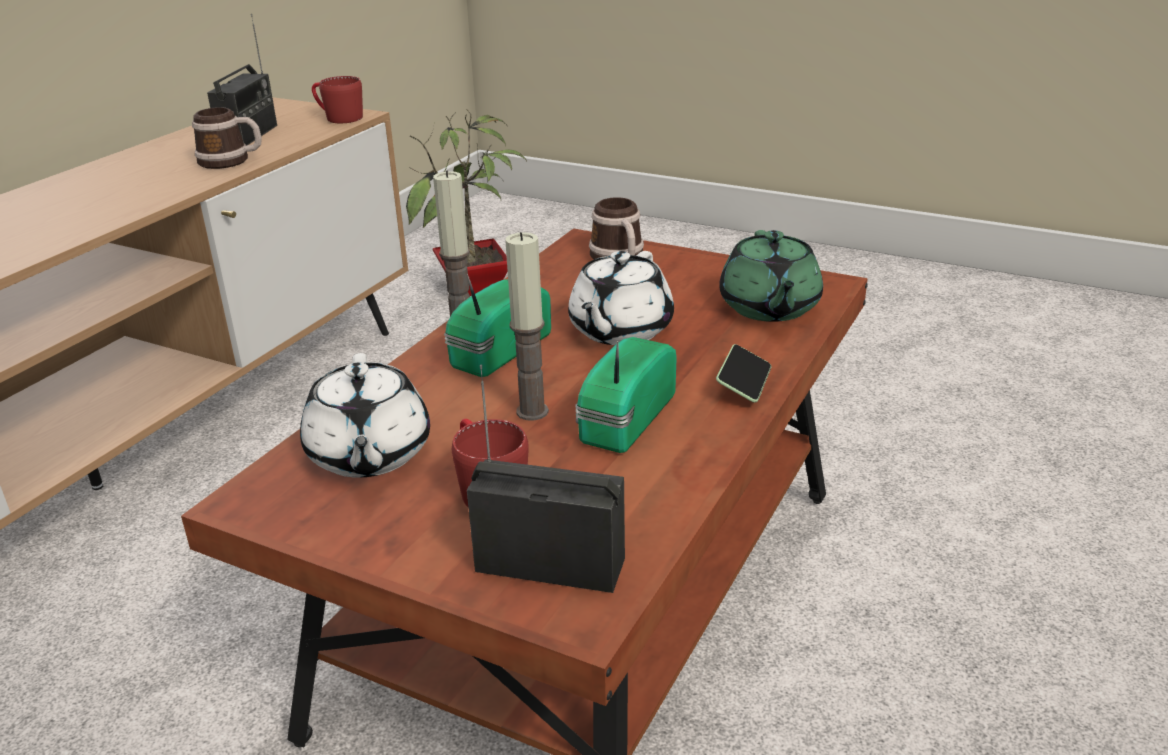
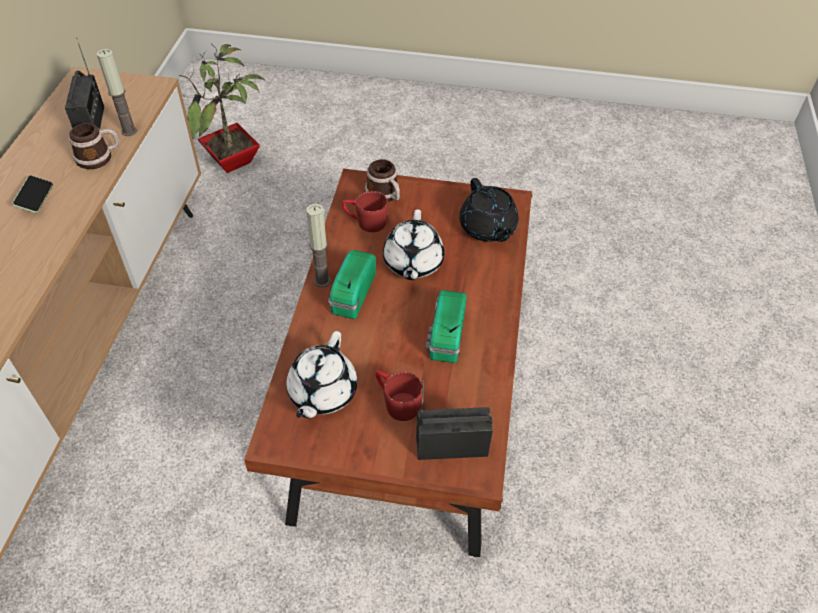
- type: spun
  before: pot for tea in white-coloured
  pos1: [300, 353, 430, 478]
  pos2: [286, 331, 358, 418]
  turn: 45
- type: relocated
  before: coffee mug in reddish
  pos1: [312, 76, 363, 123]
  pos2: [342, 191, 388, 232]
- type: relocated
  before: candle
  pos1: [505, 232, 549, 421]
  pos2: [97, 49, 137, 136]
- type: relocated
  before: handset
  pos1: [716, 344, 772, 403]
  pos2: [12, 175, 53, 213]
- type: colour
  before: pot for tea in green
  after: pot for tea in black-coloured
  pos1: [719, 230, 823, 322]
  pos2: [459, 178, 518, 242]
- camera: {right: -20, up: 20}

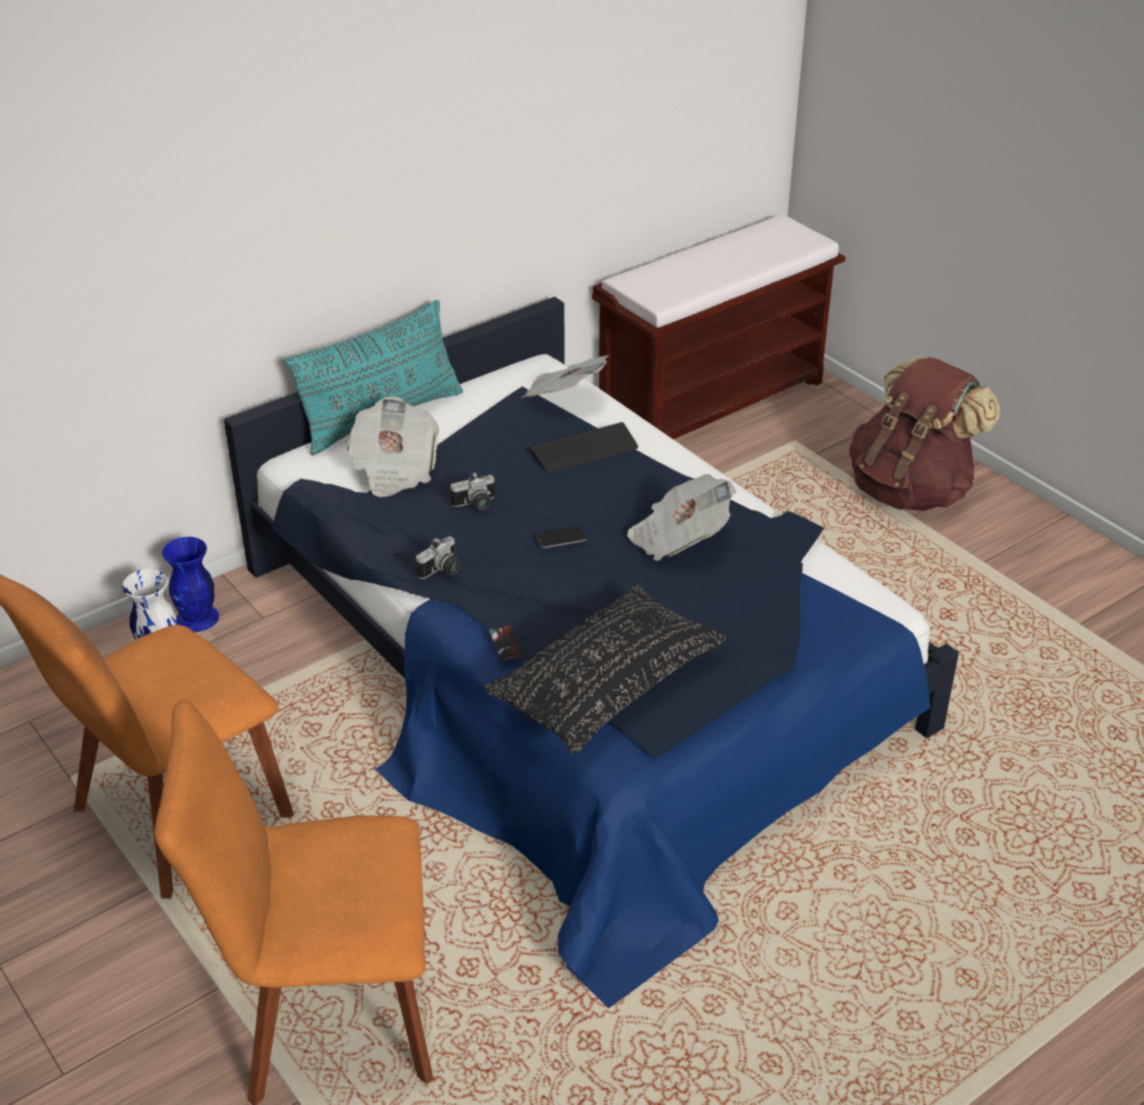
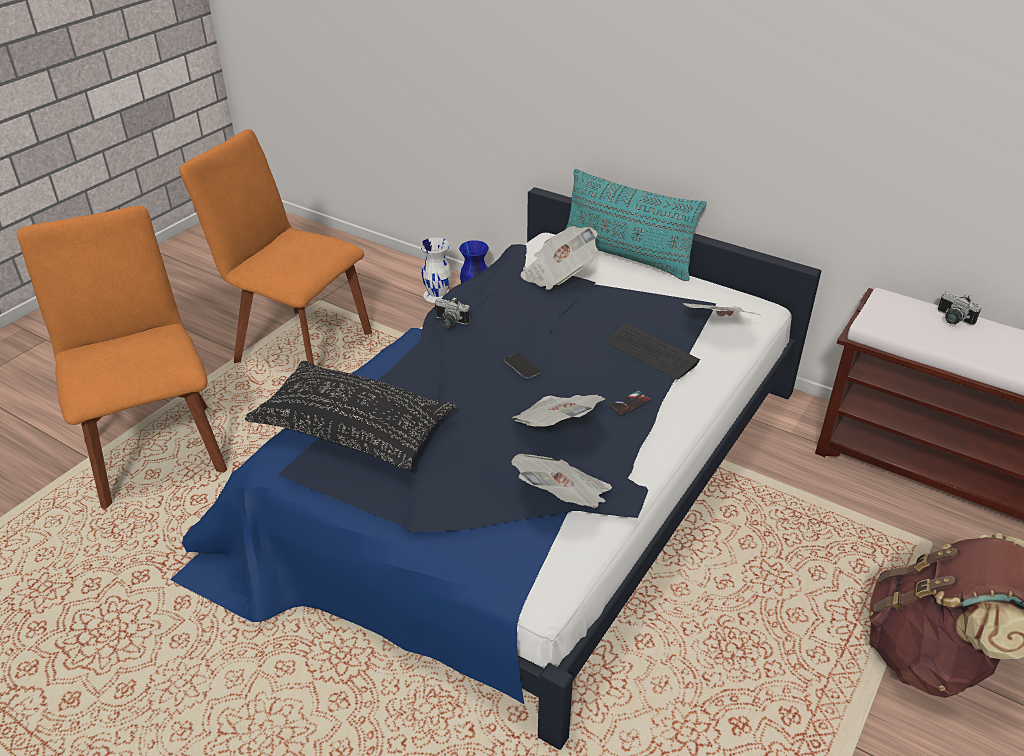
- type: relocated
  before: still camera
  pos1: [450, 472, 495, 511]
  pos2: [938, 292, 982, 326]
- type: relocated
  before: handset
  pos1: [488, 625, 524, 662]
  pos2: [609, 390, 651, 416]
- type: appeared
  after: daily paper
  pos2: [511, 454, 612, 508]
- camera: {right: 70, up: 0}

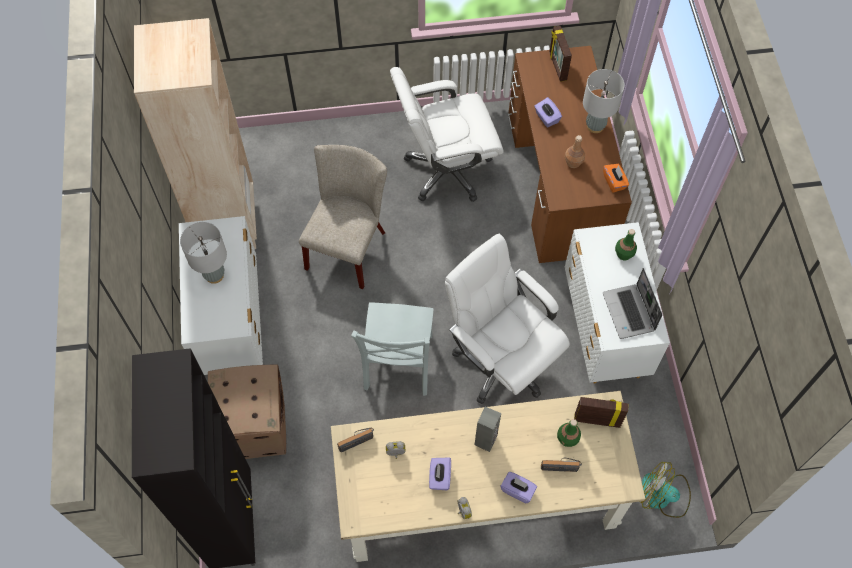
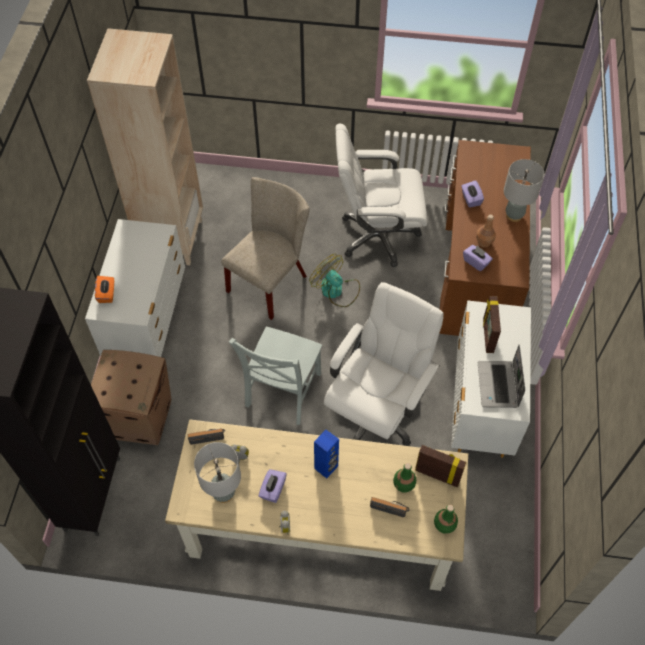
- type: relocated
  before: table lamp in gray
  pos1: [180, 222, 227, 284]
  pos2: [194, 442, 241, 503]
- type: spun
  before: computer chair in white-coloured
  pos1: [445, 234, 570, 404]
  pos2: [324, 282, 444, 446]
  turn: 60
- type: colour
  before: loudspeaker in gray
  after: loudspeaker in blue
  pos1: [475, 407, 501, 452]
  pos2: [314, 430, 339, 479]
- type: relocated
  before: box of tissues in purplish
  pos1: [500, 472, 537, 503]
  pos2: [463, 245, 493, 271]
- type: relocated
  before: photo frame
  pos1: [549, 26, 572, 82]
  pos2: [483, 296, 501, 353]
- type: relocated
  before: box of tissues in orangey
  pos1: [603, 164, 629, 193]
  pos2: [95, 276, 114, 303]
- type: relocated
  before: drink bottle in green
  pos1: [615, 229, 637, 260]
  pos2: [434, 505, 458, 533]
- type: relocated
  before: fan
  pos1: [640, 462, 691, 518]
  pos2: [309, 254, 360, 307]
- camera: {right: 15, up: -5}

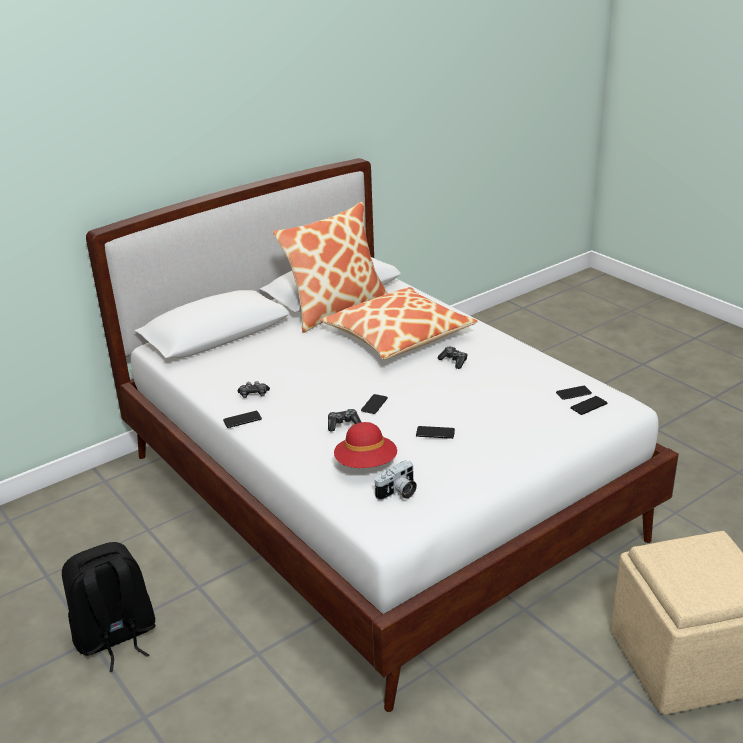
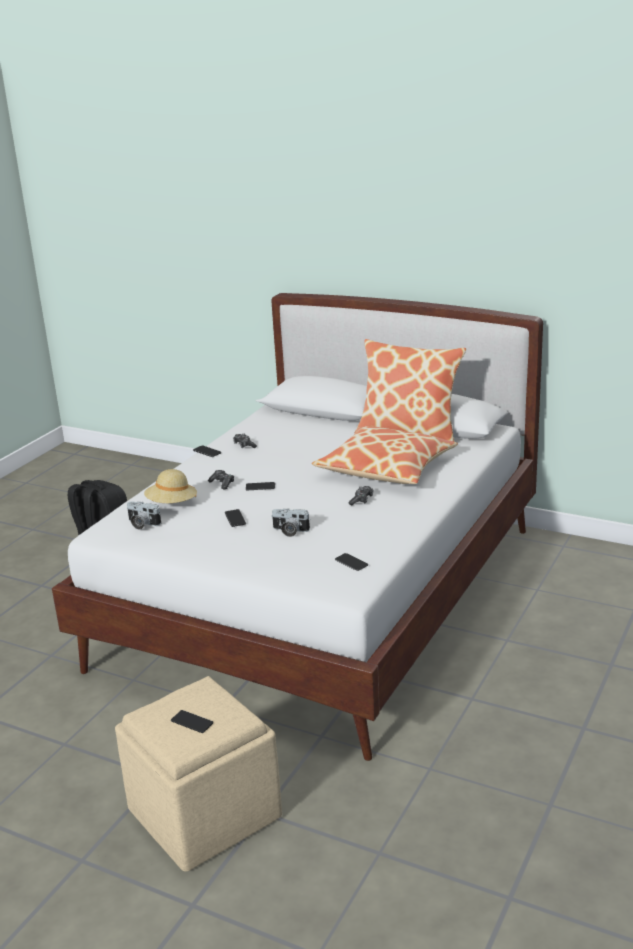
- type: colour
  before: hat in reddish
  after: hat in beige-coloured
  pos1: [334, 422, 397, 468]
  pos2: [144, 469, 197, 503]
- type: relocated
  before: handset
  pos1: [571, 396, 607, 415]
  pos2: [171, 710, 213, 733]
- type: appeared
  after: still camera
  pos2: [271, 508, 310, 537]
- camera: {right: 65, up: -5}

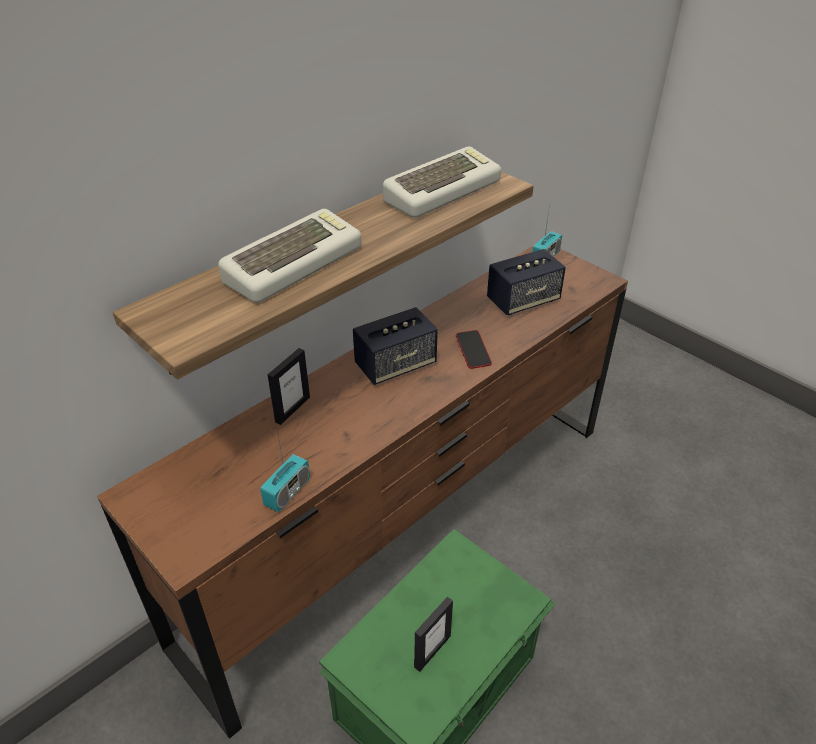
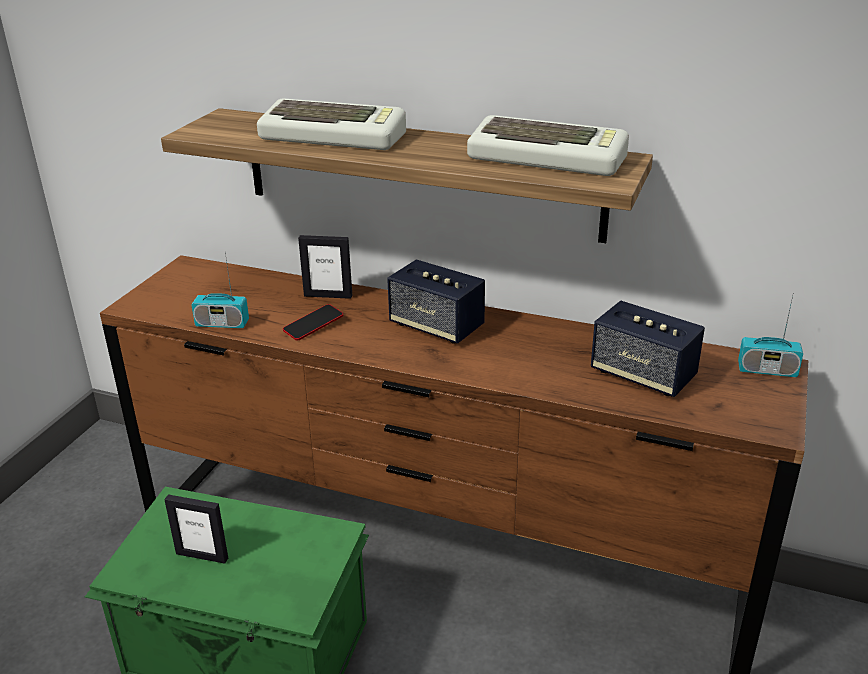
- type: relocated
  before: handset
  pos1: [456, 330, 492, 369]
  pos2: [283, 304, 343, 341]
- camera: {right: 65, up: -10}

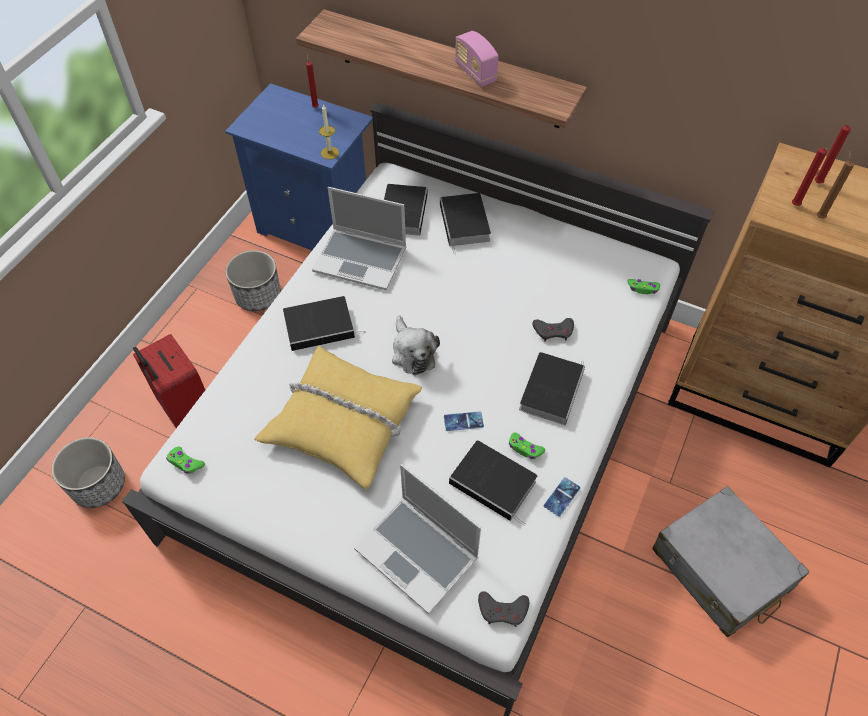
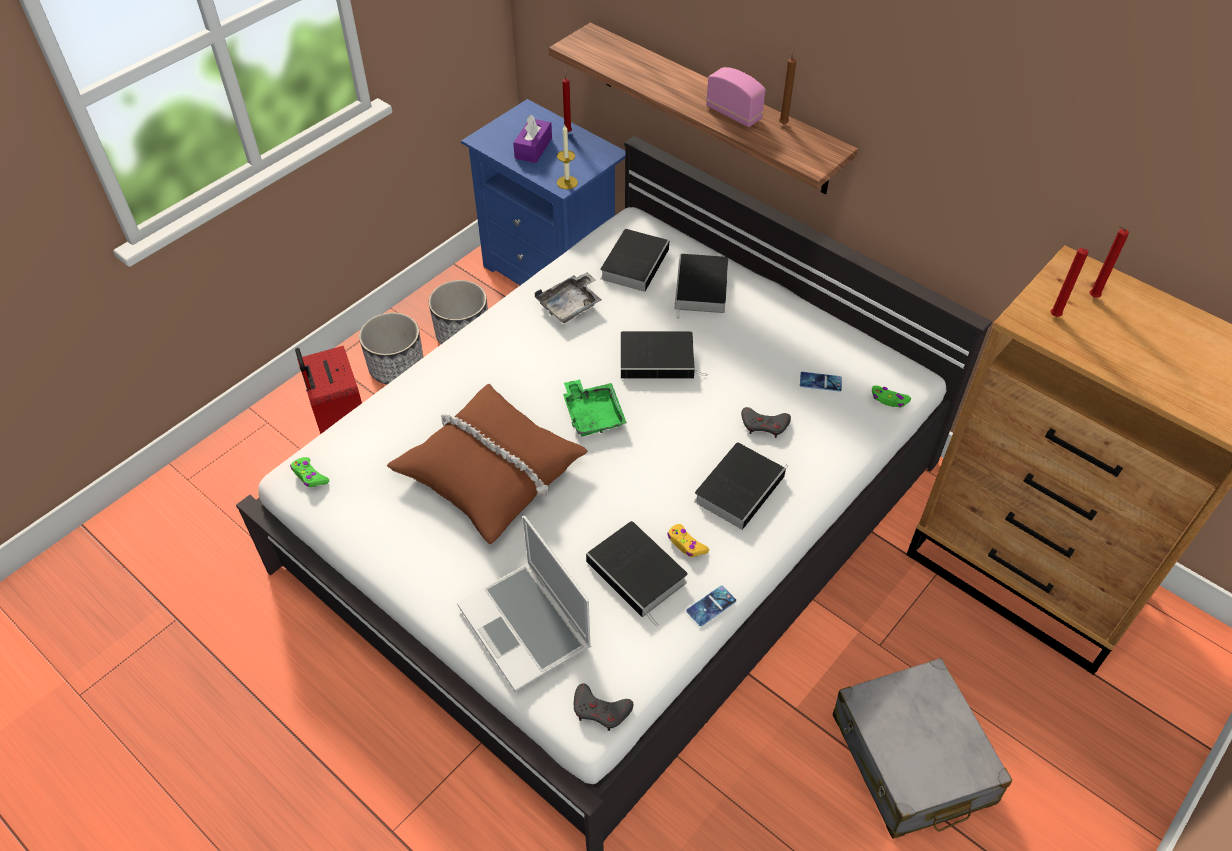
- type: relocated
  before: plant pot
  pos1: [52, 437, 125, 508]
  pos2: [359, 313, 423, 384]
- type: colour
  before: pillow in yellowish
  after: pillow in brown-coloured
  pos1: [254, 346, 422, 490]
  pos2: [387, 384, 587, 544]
- type: relocated
  before: book
  pos1: [283, 296, 366, 351]
  pos2: [621, 331, 708, 379]
- type: exchanged
  before: notebook computer
  after: tray in gray
  pos1: [312, 187, 407, 290]
  pos2: [535, 272, 601, 323]
- type: exchanged
  before: plush toy
  after: tray in green
  pos1: [392, 316, 440, 375]
  pos2: [563, 379, 627, 436]
- type: relocated
  before: handset
  pos1: [444, 411, 484, 431]
  pos2: [800, 372, 842, 392]
- type: spun
  before: radio set
  pos1: [455, 31, 499, 87]
  pos2: [706, 67, 765, 127]
  turn: 150
- type: colour
  before: gamepad in green
  after: gamepad in yellowish
  pos1: [509, 432, 545, 459]
  pos2: [667, 524, 709, 557]
- type: relocated
  before: candle in brown-coloured
  pos1: [817, 151, 854, 219]
  pos2: [779, 48, 796, 124]
- type: appeared
  after: box of tissues in purplish
  pos2: [513, 115, 552, 163]
- camera: {right: 15, up: -5}

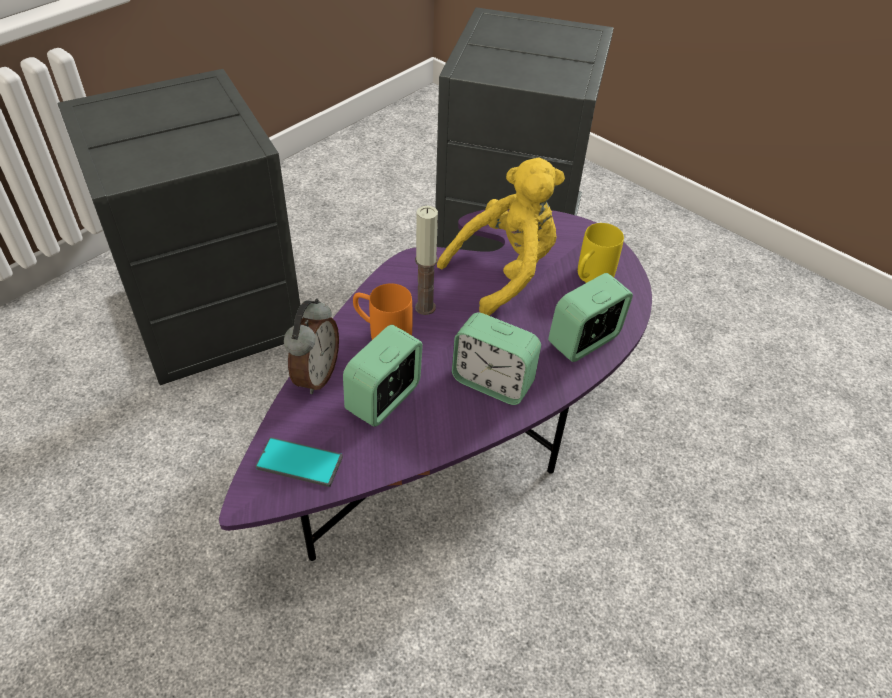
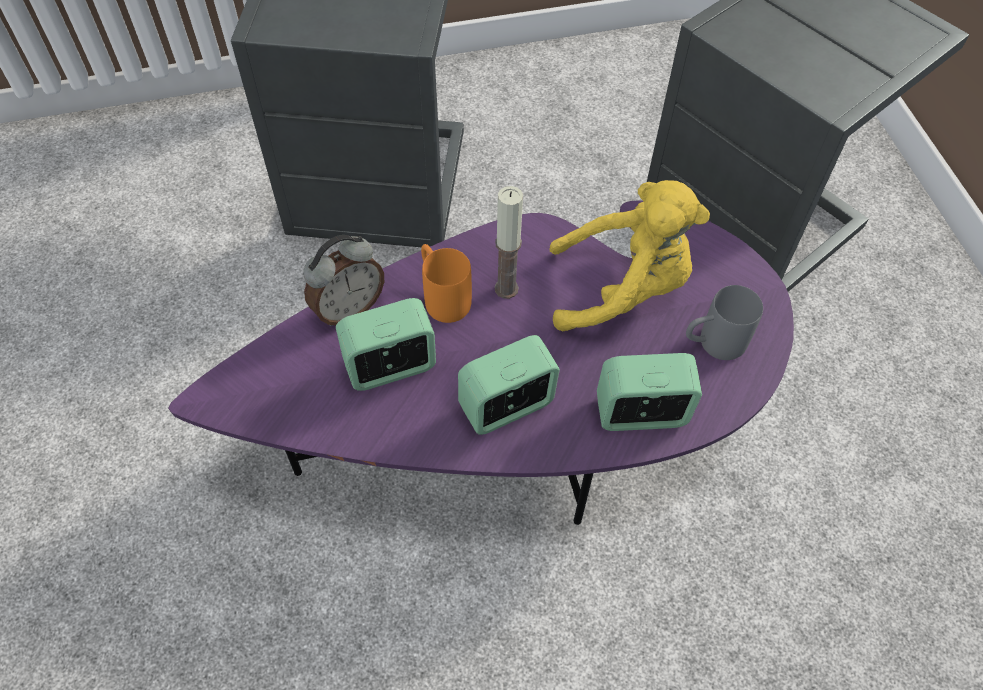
- type: missing
  before: handset
  pos1: [255, 437, 343, 487]
- type: spun
  before: table clock
  pos1: [452, 313, 541, 405]
  pos2: [458, 335, 560, 435]
  turn: 90
- type: colour
  before: coffee mug in yellowish
  after: coffee mug in gray
  pos1: [578, 223, 624, 283]
  pos2: [686, 285, 763, 360]
- camera: {right: 35, up: 10}

